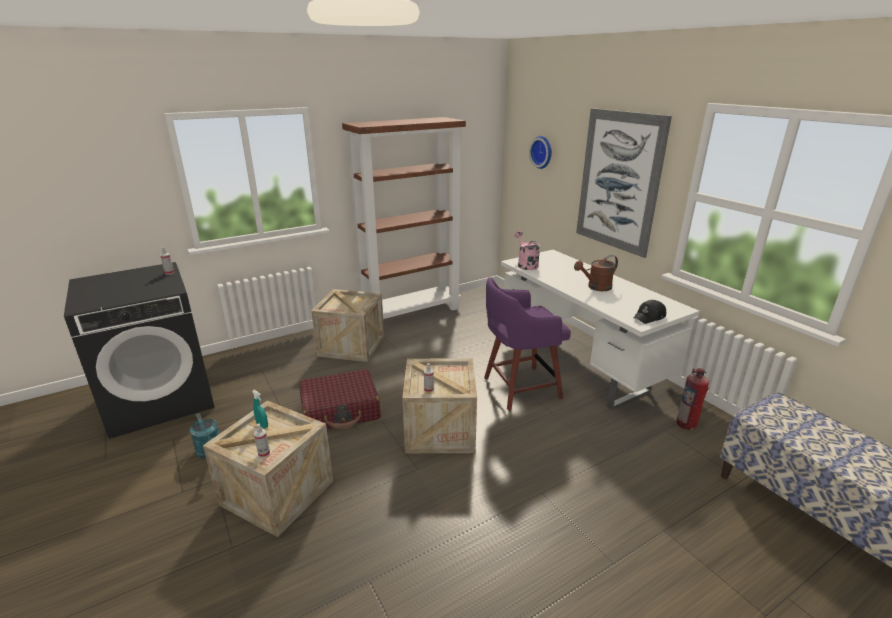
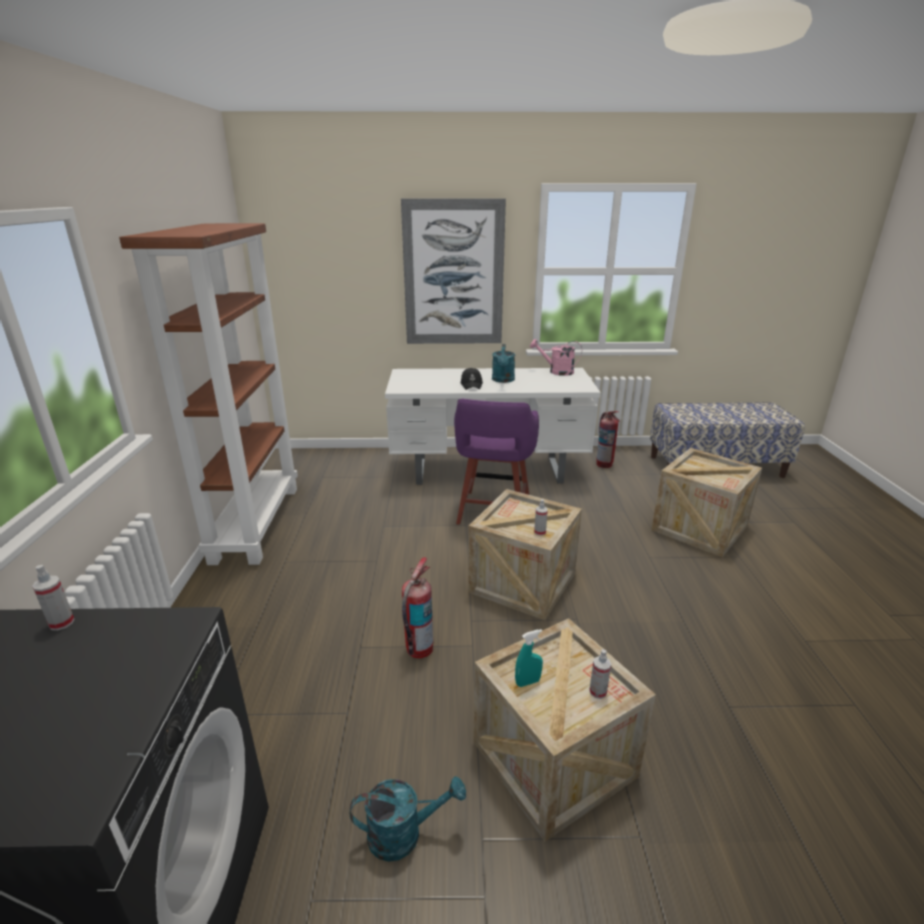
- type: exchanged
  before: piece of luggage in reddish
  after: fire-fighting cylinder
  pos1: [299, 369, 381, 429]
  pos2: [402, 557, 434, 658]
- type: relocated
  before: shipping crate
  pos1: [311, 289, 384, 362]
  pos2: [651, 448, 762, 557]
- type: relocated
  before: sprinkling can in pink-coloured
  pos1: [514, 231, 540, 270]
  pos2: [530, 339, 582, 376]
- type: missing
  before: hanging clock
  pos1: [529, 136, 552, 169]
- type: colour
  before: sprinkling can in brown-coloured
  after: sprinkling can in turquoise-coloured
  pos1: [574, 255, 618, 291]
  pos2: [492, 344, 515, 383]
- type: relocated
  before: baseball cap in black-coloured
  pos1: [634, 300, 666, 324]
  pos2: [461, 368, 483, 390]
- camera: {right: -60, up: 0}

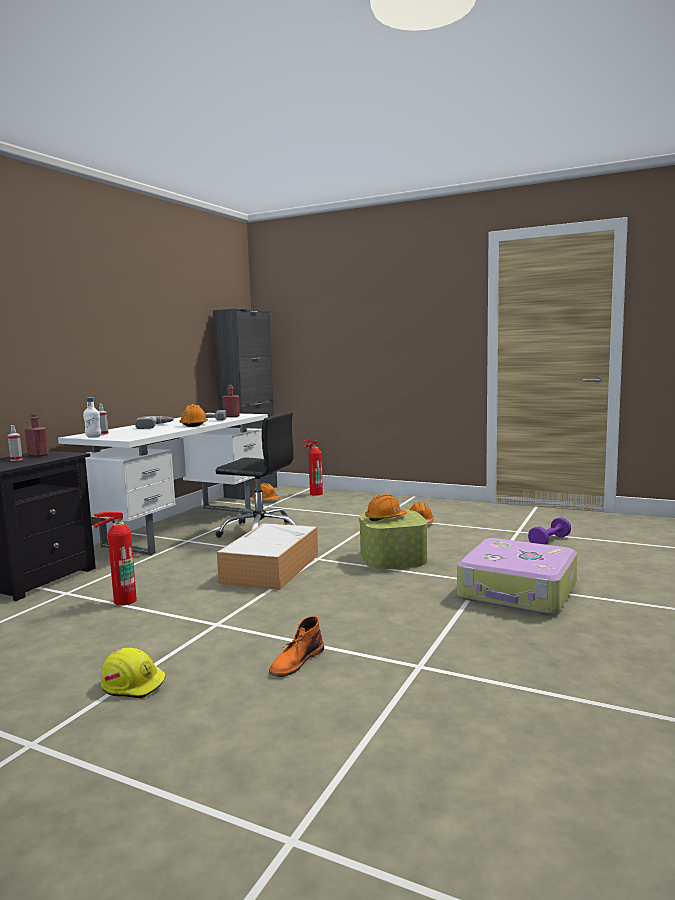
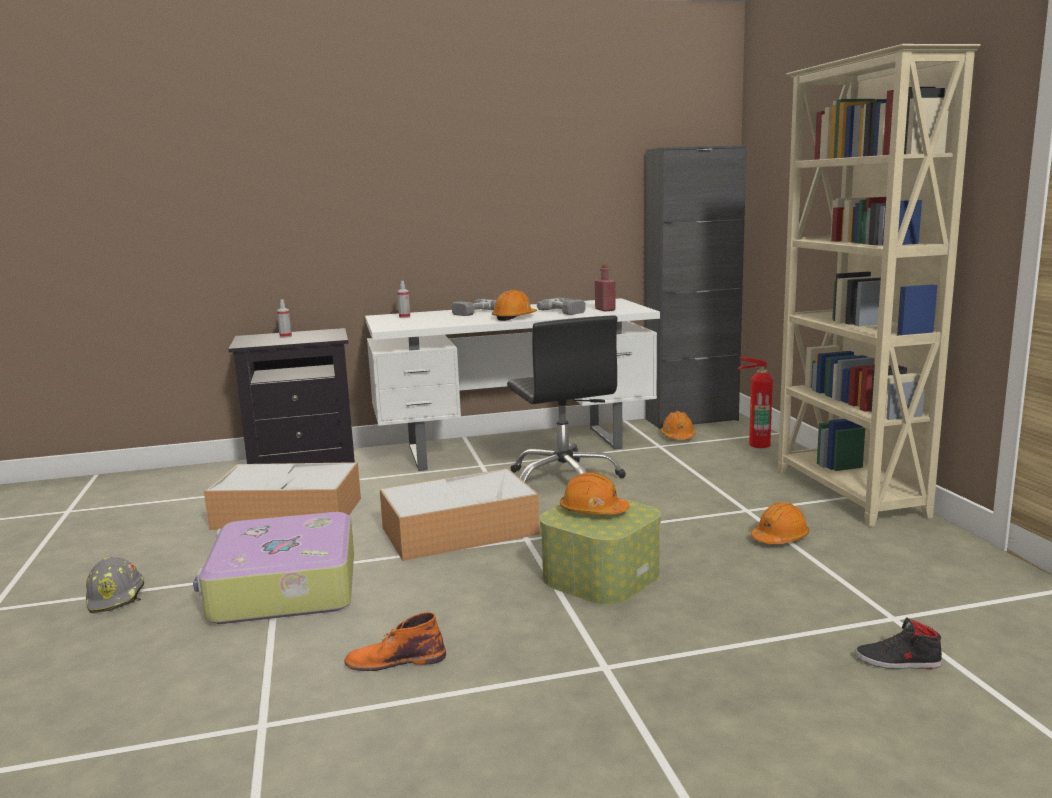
- type: missing
  before: drink bottle in reddish
  pos1: [25, 413, 49, 457]
- type: missing
  before: drink bottle in white-coloured
  pos1: [83, 397, 101, 437]
- type: exchanged
  before: fire-fighting cylinder
  after: storage box
  pos1: [93, 512, 137, 606]
  pos2: [204, 462, 361, 530]
- type: colour
  before: hard hat in yellowish
  after: hard hat in gray
  pos1: [101, 648, 166, 699]
  pos2: [86, 557, 144, 613]
- type: relocated
  before: boot in orangey
  pos1: [269, 616, 324, 677]
  pos2: [344, 612, 446, 671]
- type: relocated
  before: piece of luggage
  pos1: [457, 538, 577, 615]
  pos2: [193, 512, 354, 624]
- type: exchanged
  before: free weight in purplish
  after: low shoe in black-coloured
  pos1: [528, 517, 571, 545]
  pos2: [855, 617, 942, 669]
- type: appeared
  after: bookcase in beige-coloured
  pos2: [778, 44, 981, 527]
- camera: {right: 50, up: 5}

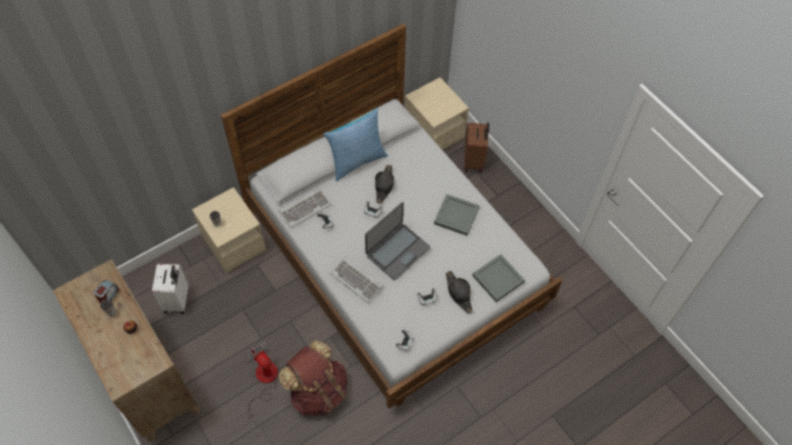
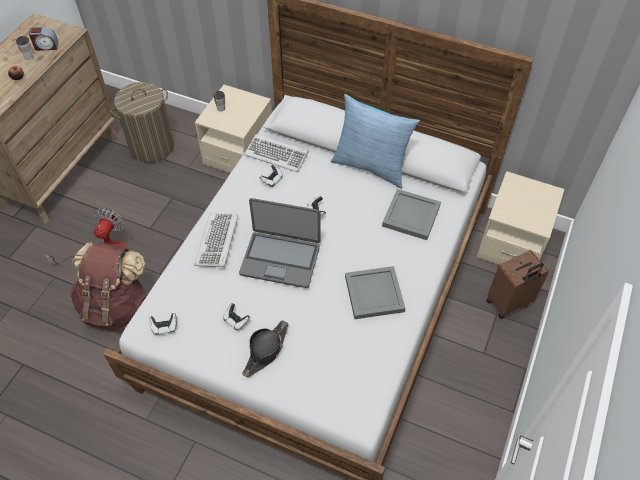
- type: exchanged
  before: piece of luggage in white-coloured
  after: hamper
  pos1: [152, 264, 188, 314]
  pos2: [110, 82, 174, 163]
- type: missing
  before: hat in black-coloured
  pos1: [375, 165, 394, 203]
- type: relocated
  before: tray in gray
  pos1: [472, 254, 525, 302]
  pos2: [382, 189, 441, 240]
- camera: {right: 60, up: -5}

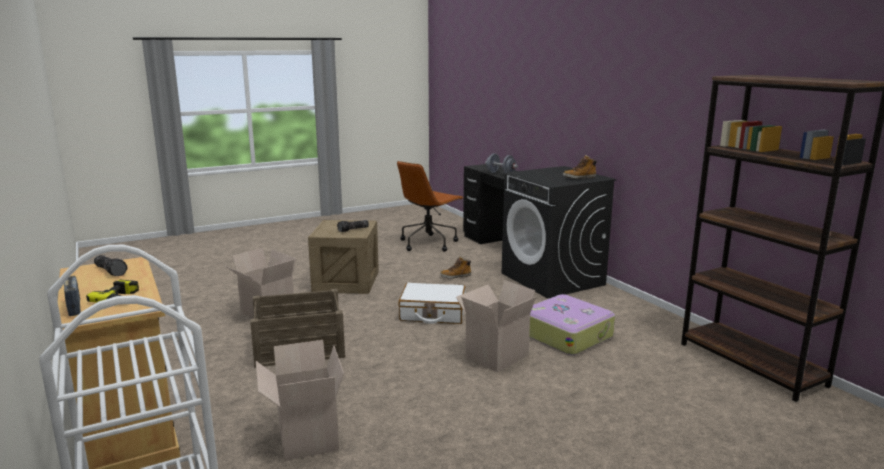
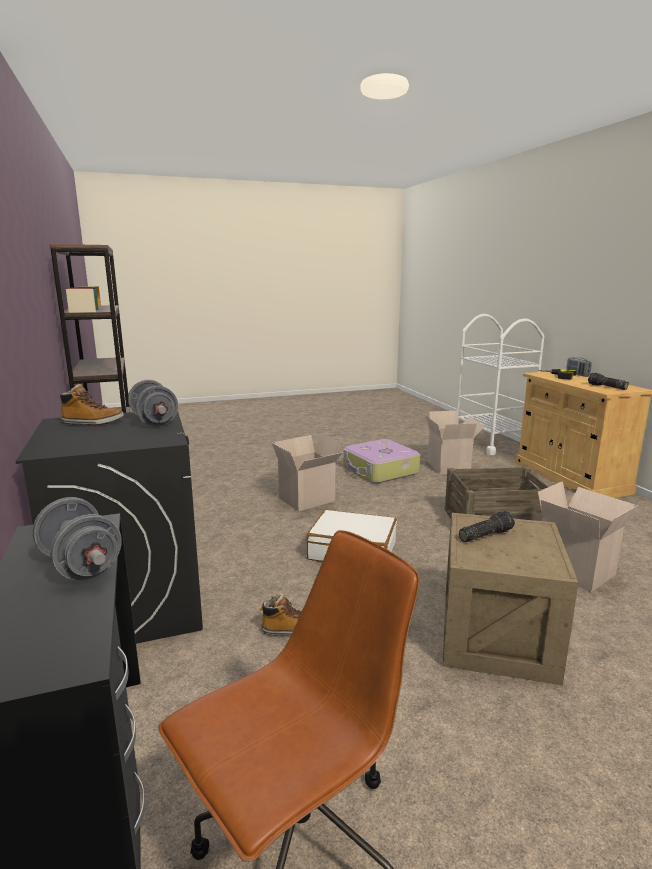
- type: relocated
  before: piece of luggage
  pos1: [529, 294, 615, 355]
  pos2: [343, 439, 420, 483]
- type: appeared
  after: free weight in gray
  pos2: [128, 380, 178, 427]
- camera: {right: -170, up: 0}

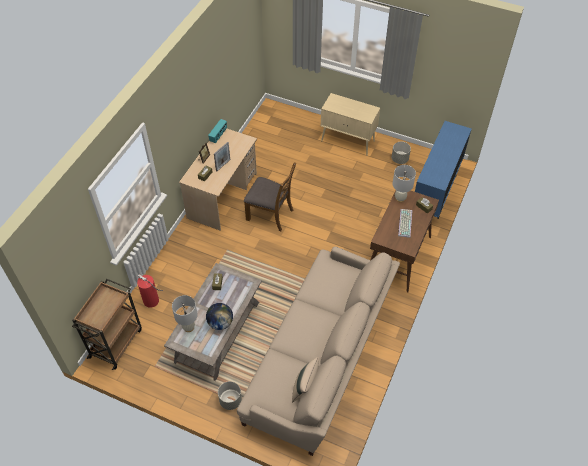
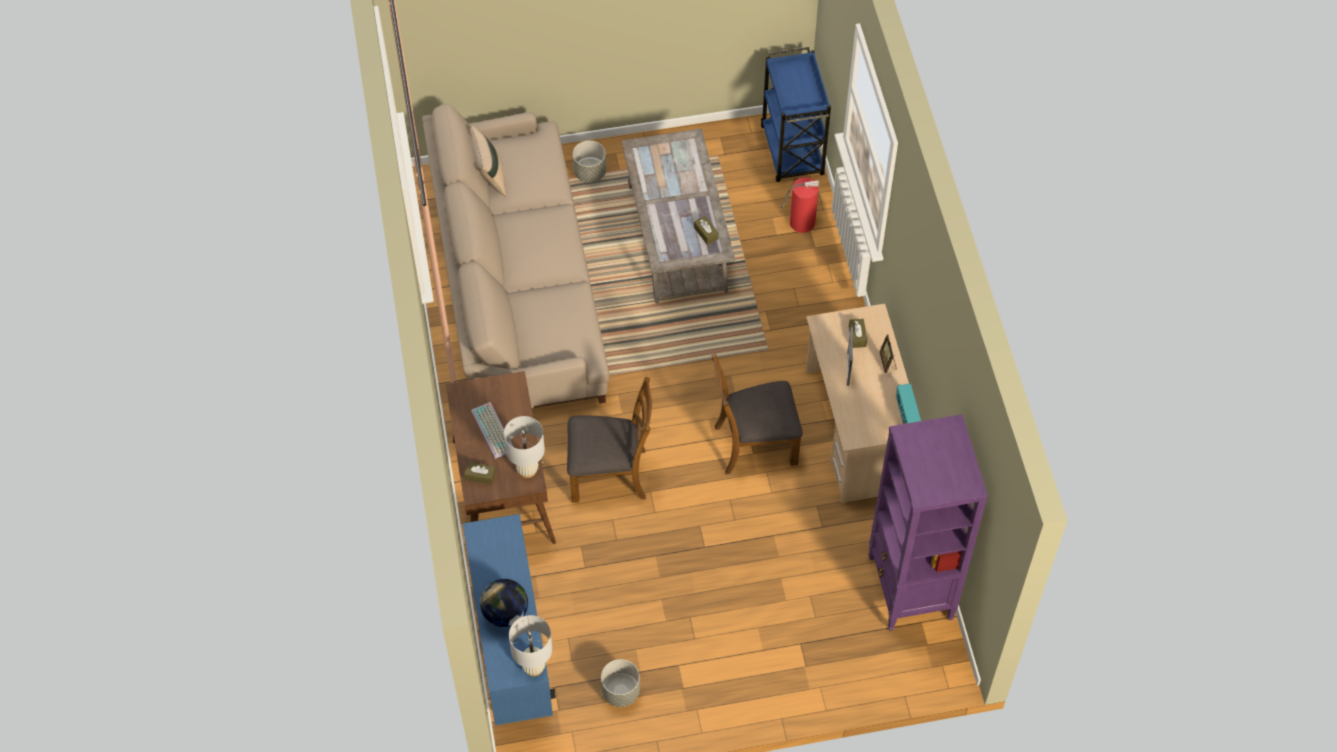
- type: colour
  before: cart in brown-coloured
  after: cart in blue
  pos1: [72, 279, 142, 370]
  pos2: [761, 47, 831, 182]
- type: relocated
  before: table lamp in white-coloured
  pos1: [172, 295, 198, 332]
  pos2: [509, 615, 552, 676]
- type: relocated
  before: world globe
  pos1: [206, 303, 233, 330]
  pos2: [480, 579, 528, 627]
- type: missing
  before: storage cabinet in beige-coloured
  pos1: [321, 93, 380, 156]
- type: appeared
  after: plain chair in brown-coloured
  pos2: [567, 377, 652, 503]
- type: appeared
  after: bookcase in purplish
  pos2: [868, 414, 988, 631]
- camera: {right: 145, up: 5}

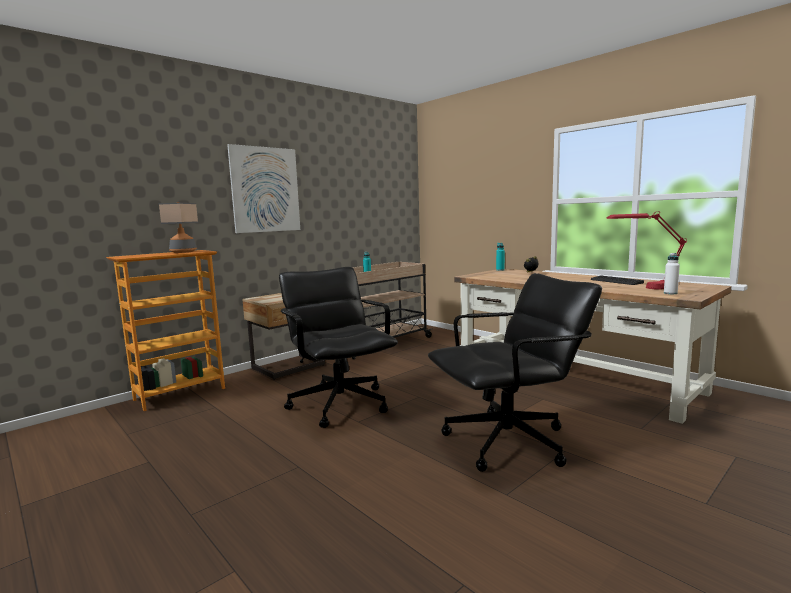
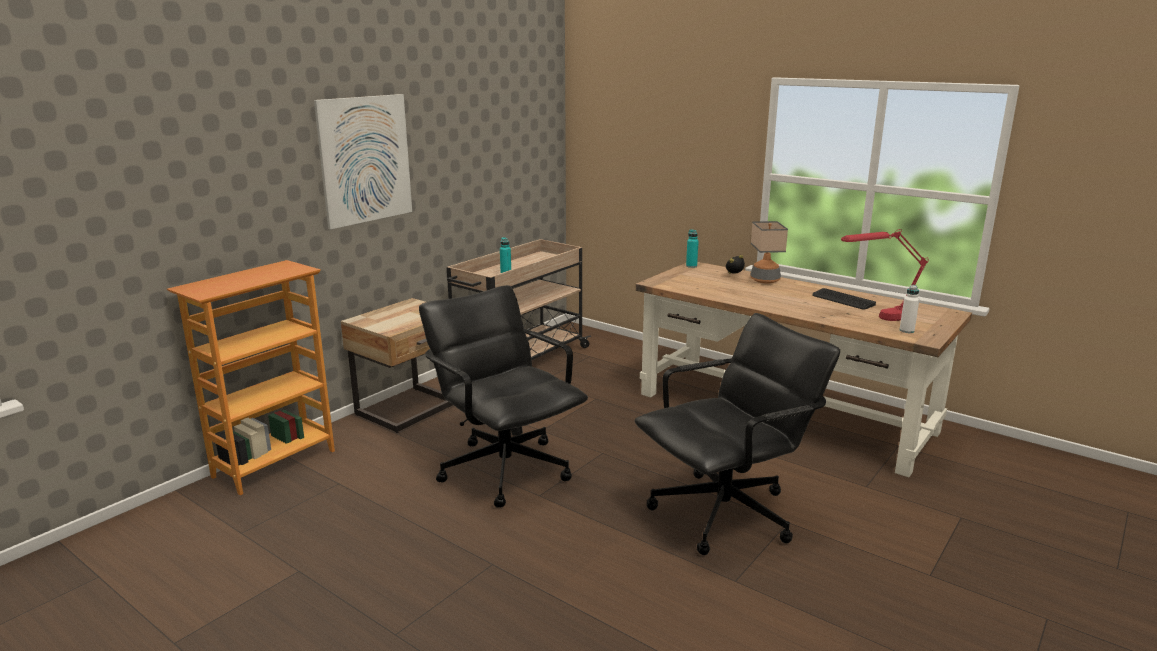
- type: relocated
  before: table lamp
  pos1: [159, 202, 198, 253]
  pos2: [750, 221, 788, 284]
- camera: {right: -10, up: 10}

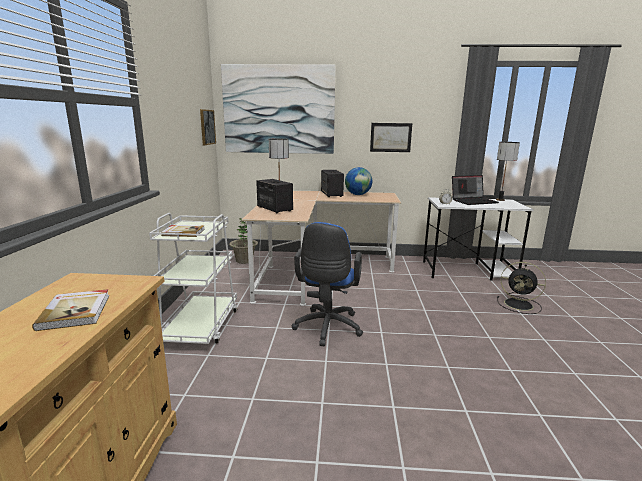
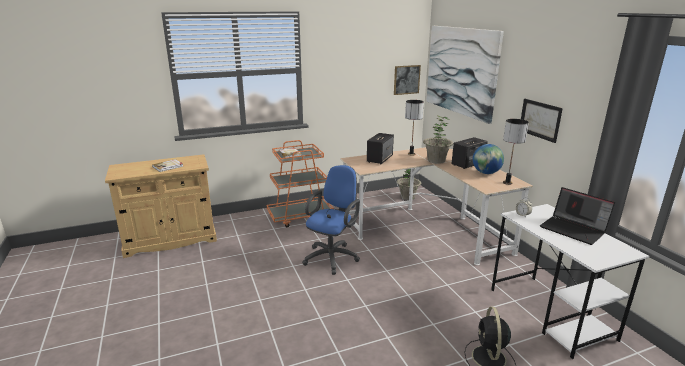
- type: colour
  before: cart in white-coloured
  after: cart in orangey
  pos1: [149, 213, 237, 344]
  pos2: [267, 140, 334, 227]
- type: spun
  before: computer chair in blue
  pos1: [292, 222, 363, 346]
  pos2: [302, 165, 360, 275]
  turn: 135
- type: relocated
  before: table lamp
  pos1: [496, 142, 520, 201]
  pos2: [503, 119, 529, 185]
- type: appeared
  after: plant in a pot
  pos2: [423, 115, 453, 164]
- camera: {right: 65, up: 5}

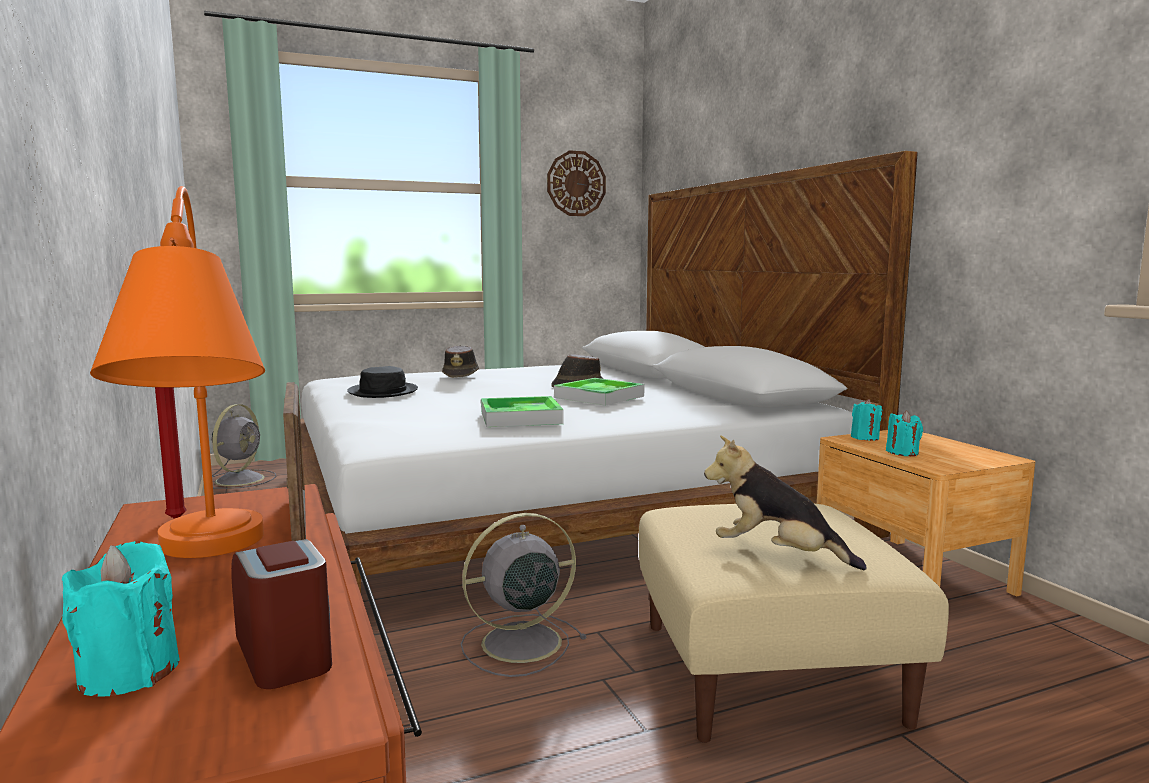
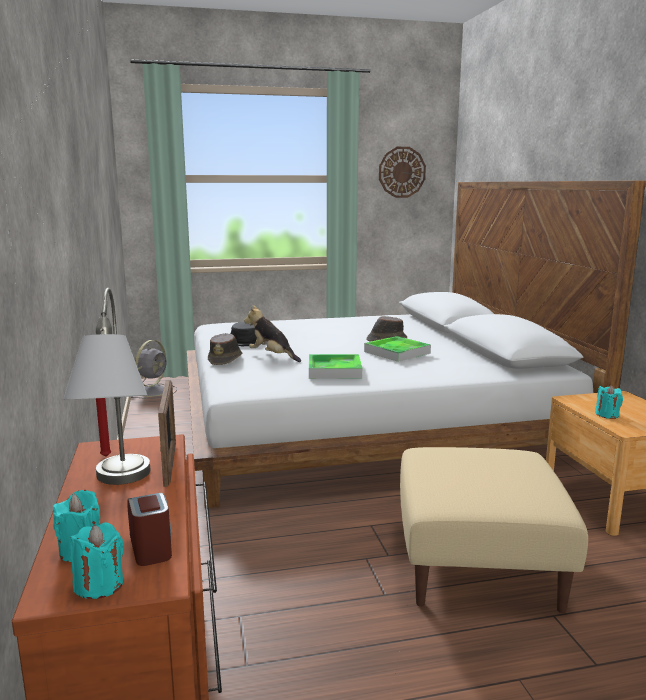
- type: colour
  before: table lamp in orangey
  after: table lamp in gray
  pos1: [90, 186, 265, 558]
  pos2: [63, 288, 150, 485]
- type: relocated
  before: hat in brown-coloured
  pos1: [442, 345, 479, 378]
  pos2: [208, 333, 242, 365]
- type: missing
  before: fan in gray
  pos1: [461, 513, 587, 677]
- type: relocated
  before: plush toy
  pos1: [704, 435, 867, 570]
  pos2: [244, 305, 301, 362]
- type: relocated
  before: candle in turquoise-coloured
  pos1: [851, 399, 883, 441]
  pos2: [70, 522, 124, 599]
- camera: {right: 10, up: 5}

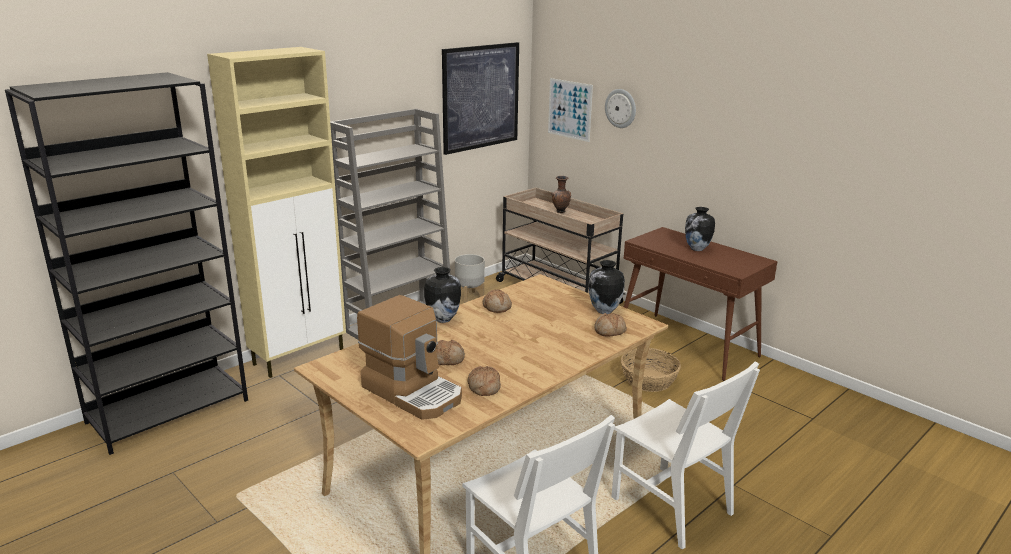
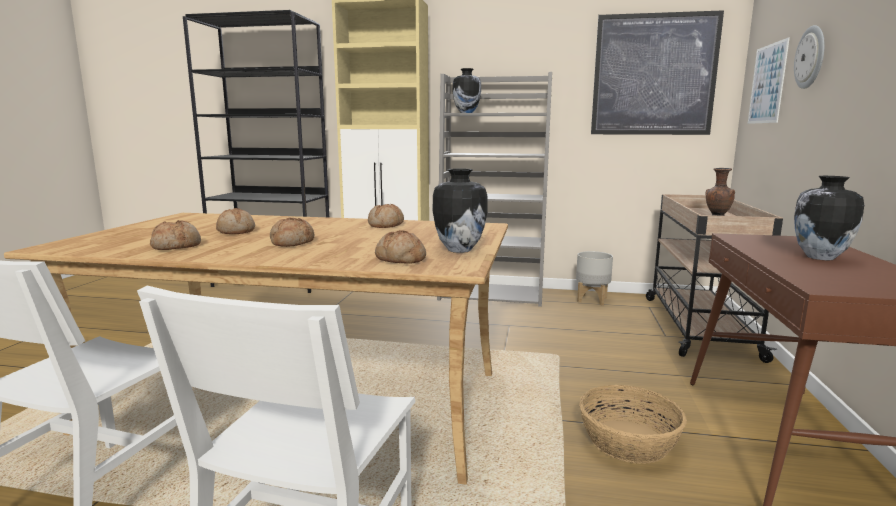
- type: missing
  before: coffee brewer
  pos1: [357, 295, 462, 420]
- type: relocated
  before: flower vase
  pos1: [424, 267, 461, 323]
  pos2: [453, 68, 481, 113]
- type: appeared
  after: bakery bread
  pos2: [270, 218, 314, 247]
- camera: {right: 55, up: -10}

